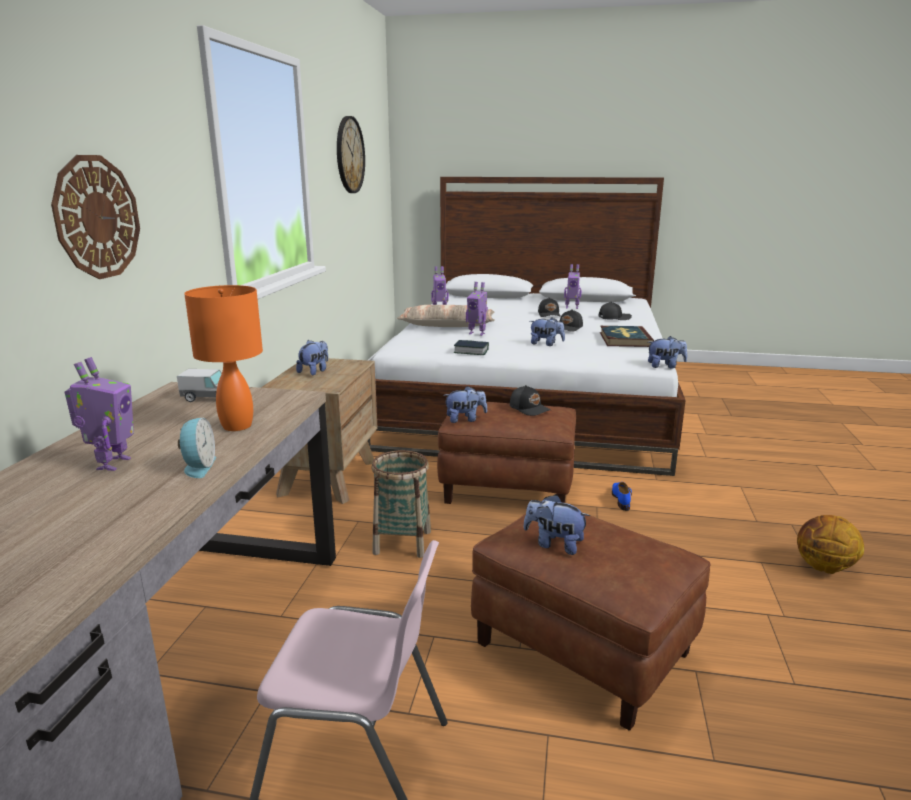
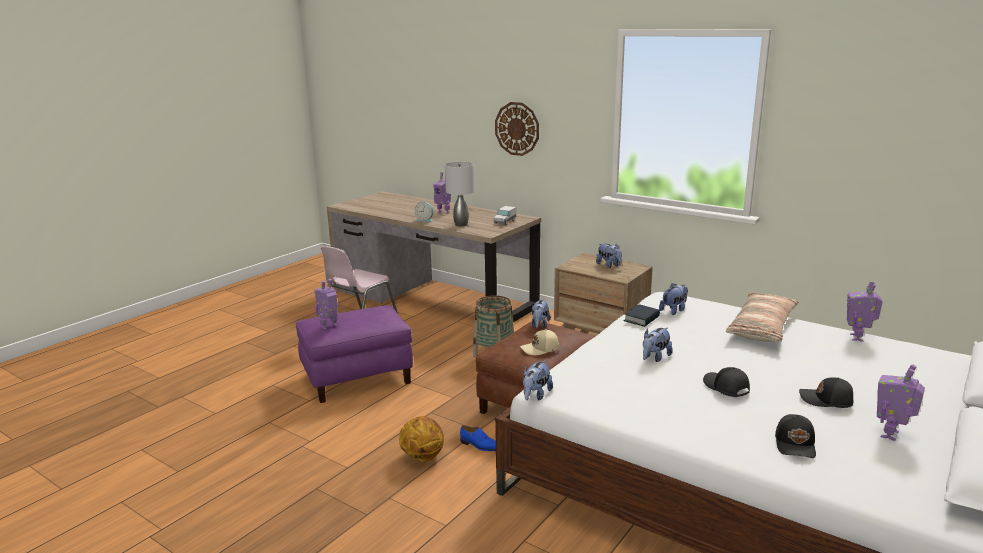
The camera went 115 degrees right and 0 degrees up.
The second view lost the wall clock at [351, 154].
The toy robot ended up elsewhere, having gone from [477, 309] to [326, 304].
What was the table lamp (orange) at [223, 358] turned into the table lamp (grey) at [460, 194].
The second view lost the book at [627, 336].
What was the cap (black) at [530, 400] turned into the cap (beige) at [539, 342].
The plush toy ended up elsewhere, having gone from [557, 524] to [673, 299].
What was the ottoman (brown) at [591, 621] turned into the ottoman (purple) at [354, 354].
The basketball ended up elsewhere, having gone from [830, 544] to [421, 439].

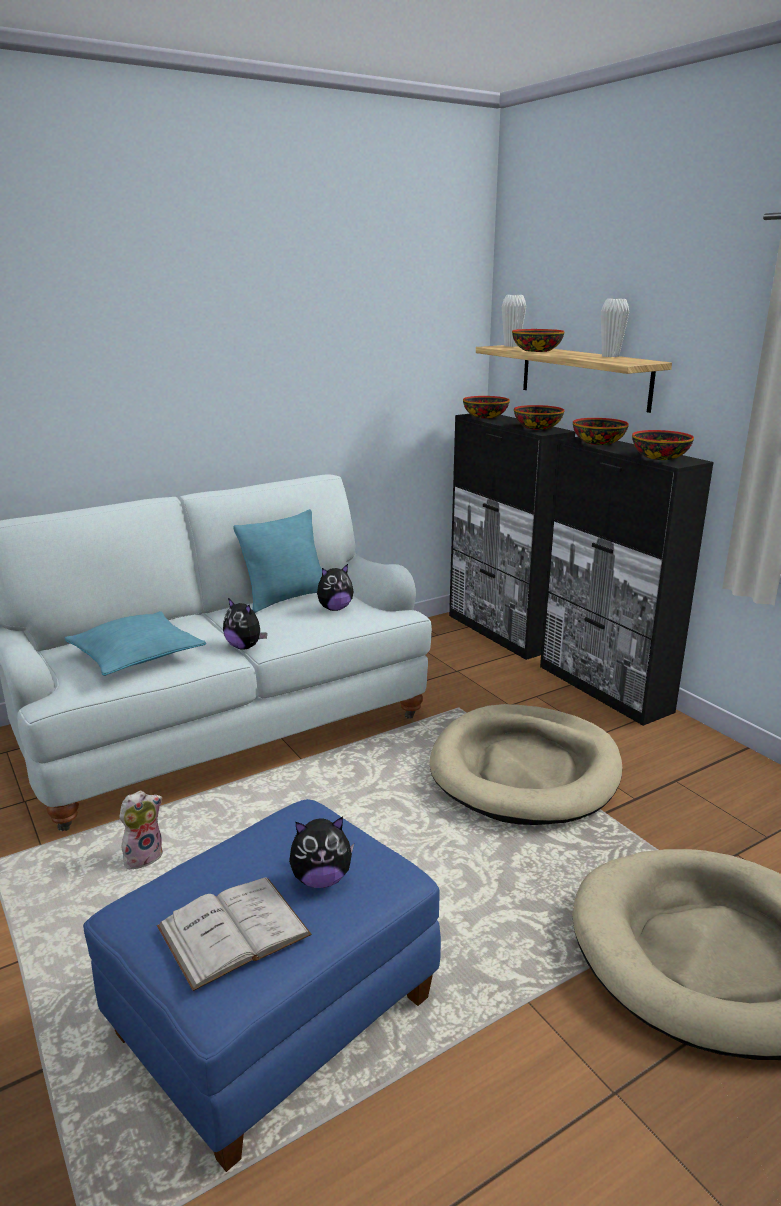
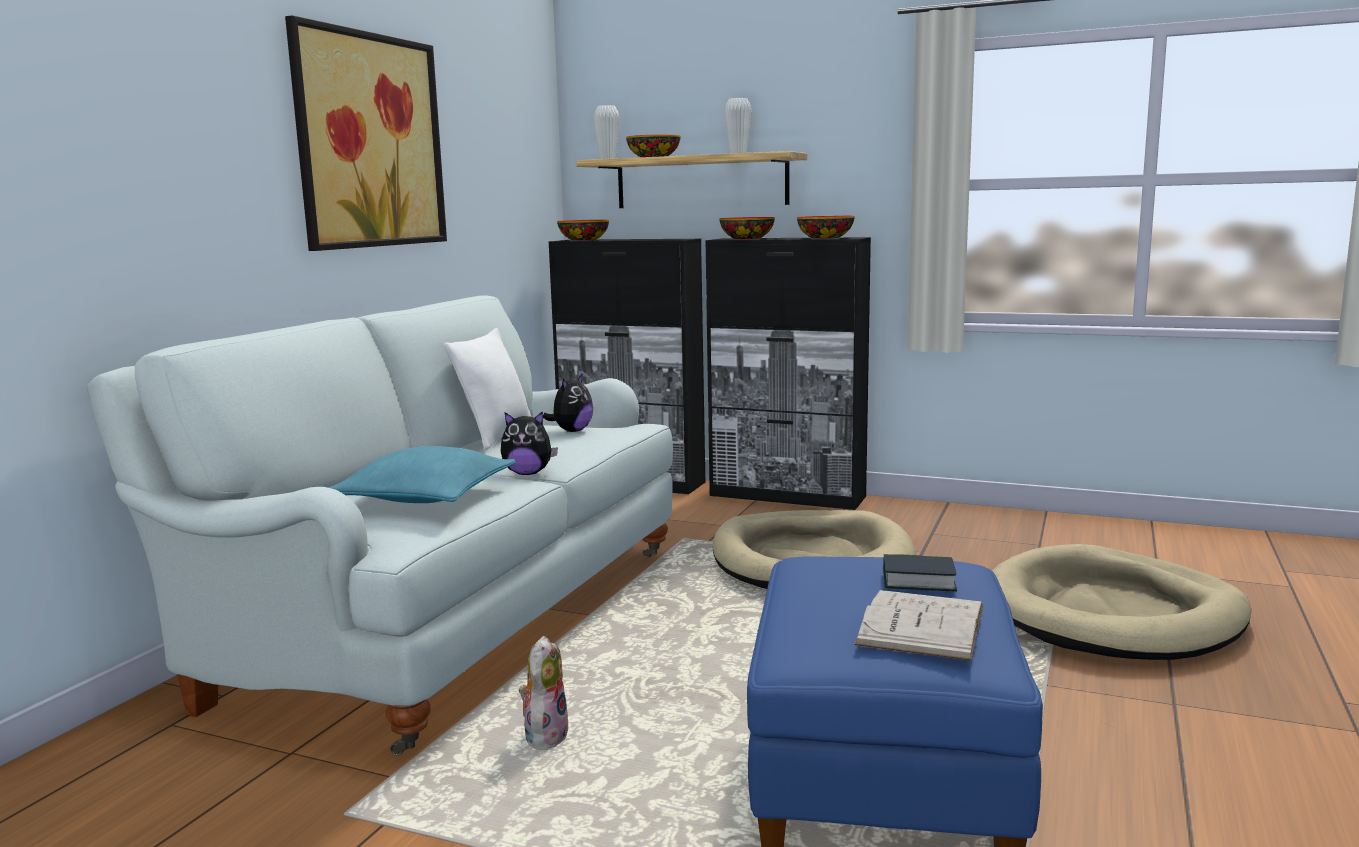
The camera went 35 degrees left and 10 degrees down.
The second view lost the bowl at [539, 417].
What was the pillow (turquoise) at [277, 561] turned into the pillow (white) at [488, 389].
Where the plush toy stood at [321, 852], the book came to stand at [920, 573].
The second view gained the picture at [366, 133].

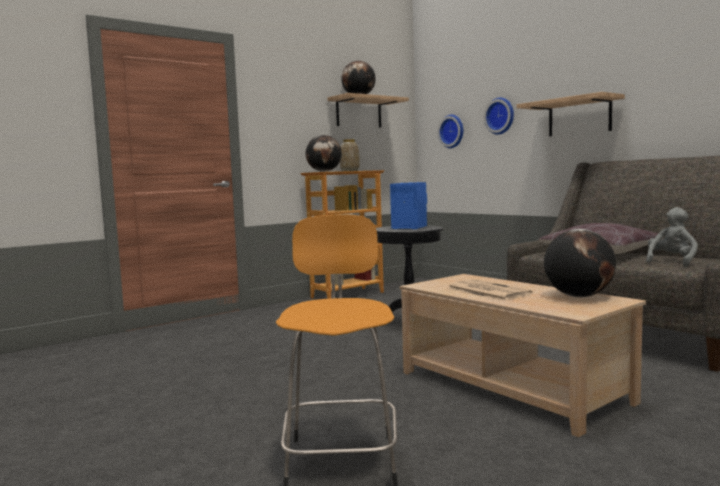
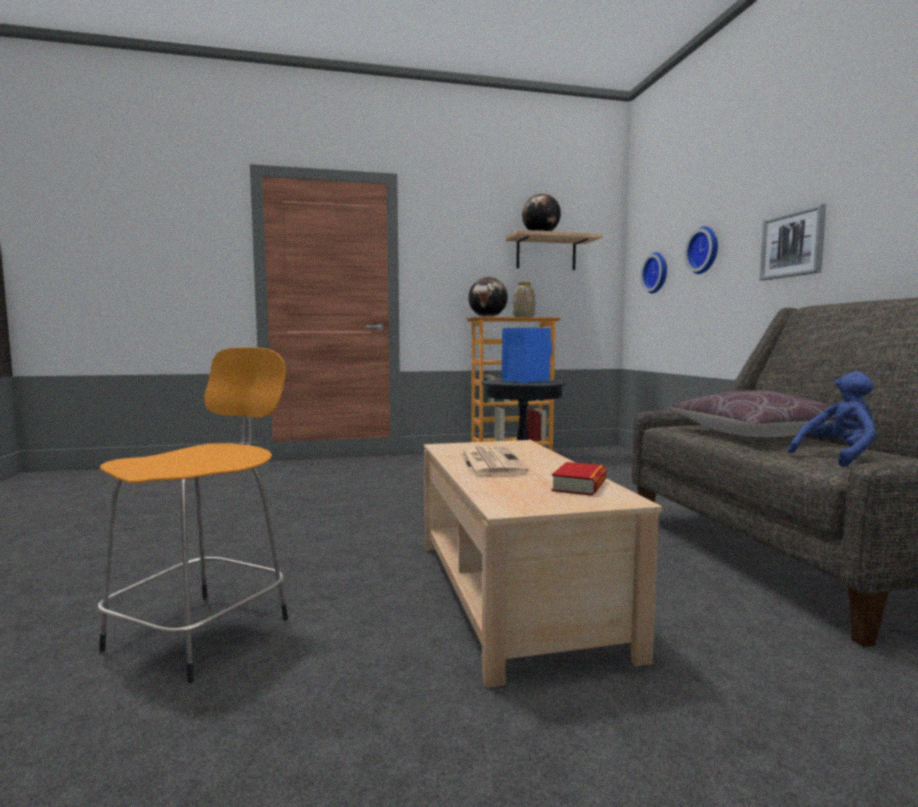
The camera went 25 degrees right and 0 degrees up.
Where the shelf hung at [571, 114], the picture came to hang at [793, 242].
What was the plush toy (grey) at [672, 237] turned into the plush toy (blue) at [832, 419].
Where the globe stood at [580, 263], the book came to stand at [579, 479].

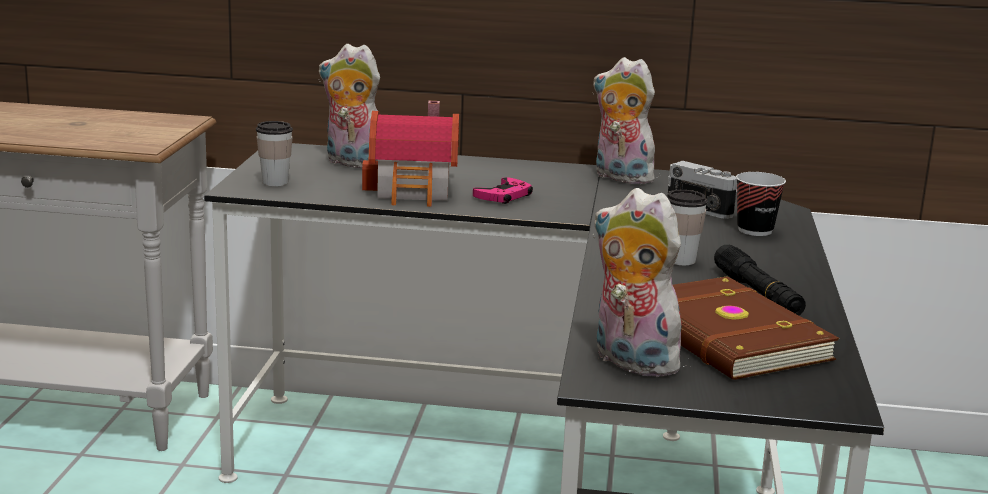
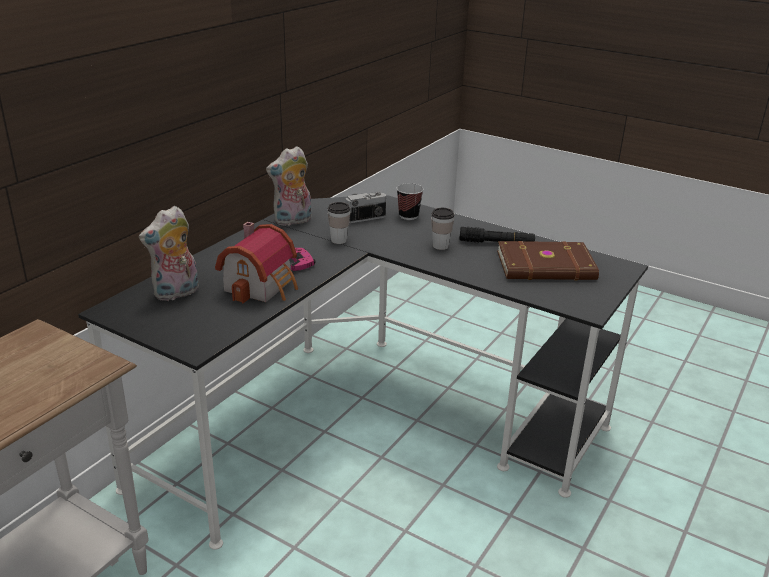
The camera went 65 degrees left and 10 degrees up.
The cup ended up elsewhere, having gone from [274, 153] to [339, 223].
The second view lost the plush toy at [642, 282].

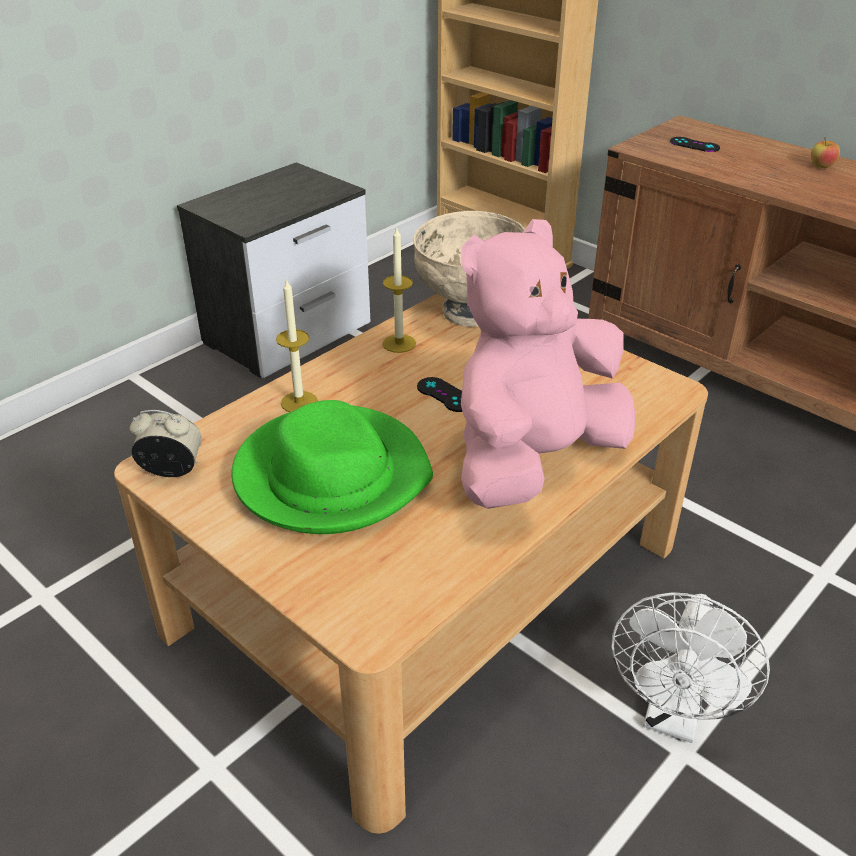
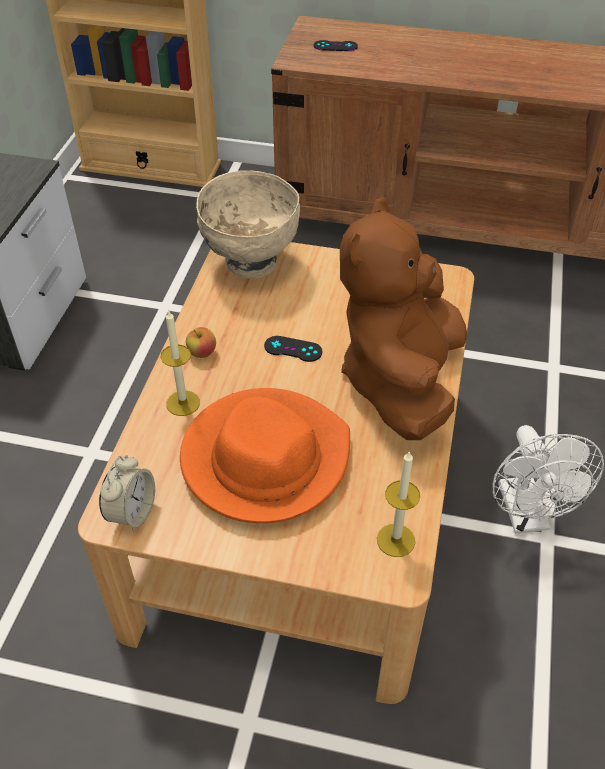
The camera went 30 degrees left and 10 degrees up.
The apple ended up elsewhere, having gone from [825, 152] to [201, 342].
What was the plush toy (pink) at [548, 364] turned into the plush toy (brown) at [403, 318].
The candle ended up elsewhere, having gone from [399, 289] to [398, 503].
What was the hat (green) at [332, 467] turned into the hat (orange) at [265, 455].
The alarm clock at [165, 443] ended up facing another way, 135 degrees clockwise from before.

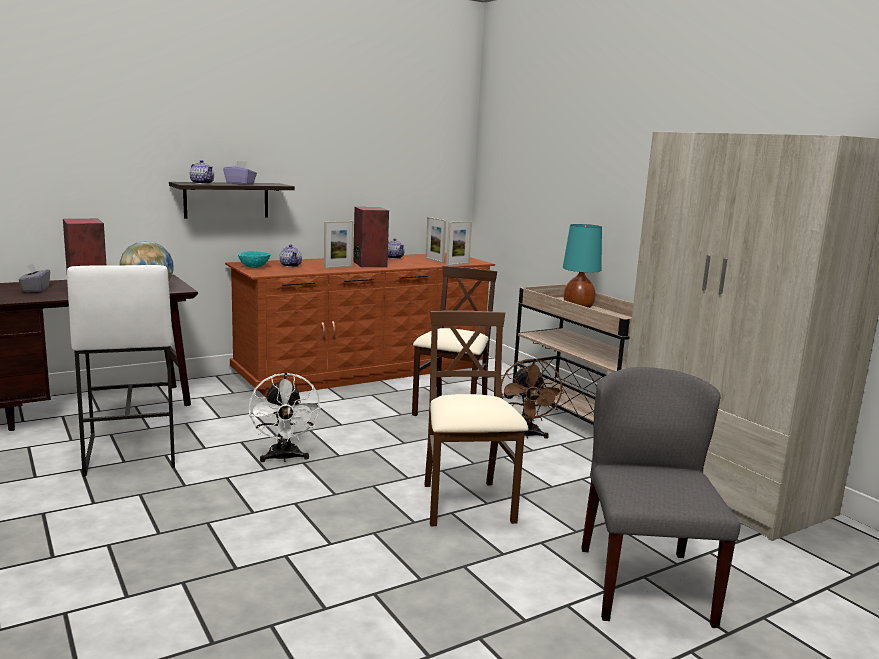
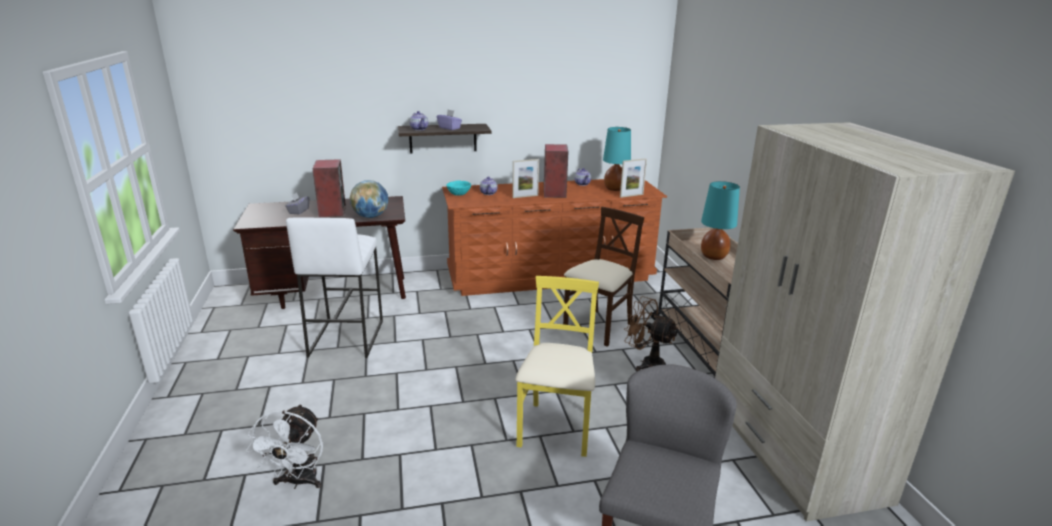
The camera went 20 degrees right and 10 degrees up.
Where the picture frame stood at [435, 240], the table lamp (turquoise) came to stand at [617, 159].
What was the chair (brown) at [476, 418] turned into the chair (yellow) at [557, 366].
The fan (brown) at [532, 398] ended up facing another way, 105 degrees clockwise from before.
The fan (white) ended up elsewhere, having gone from [285, 417] to [284, 446].

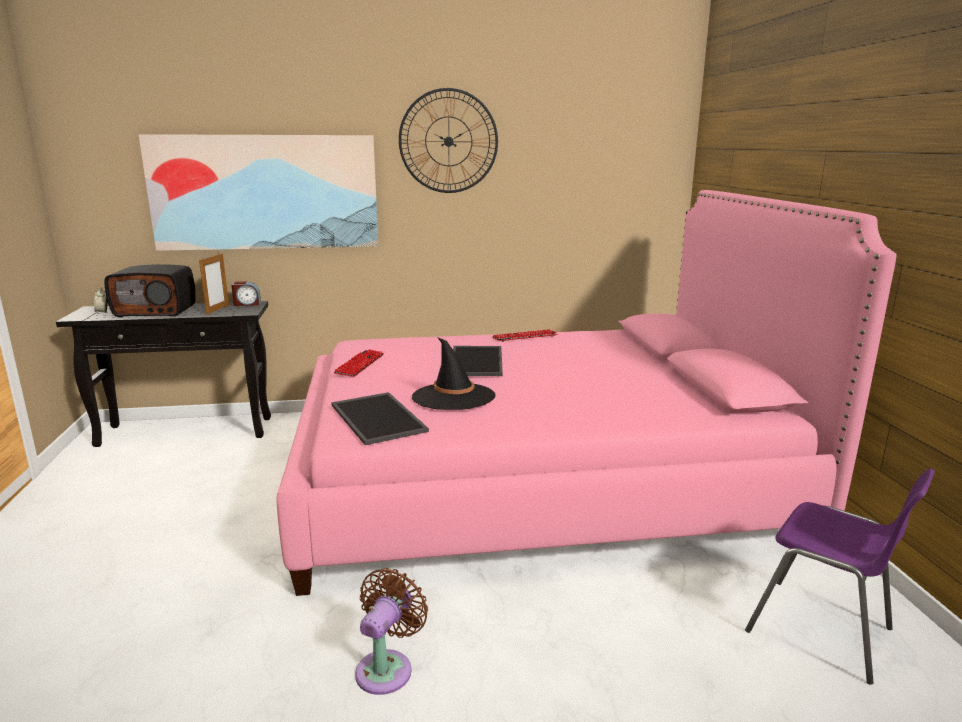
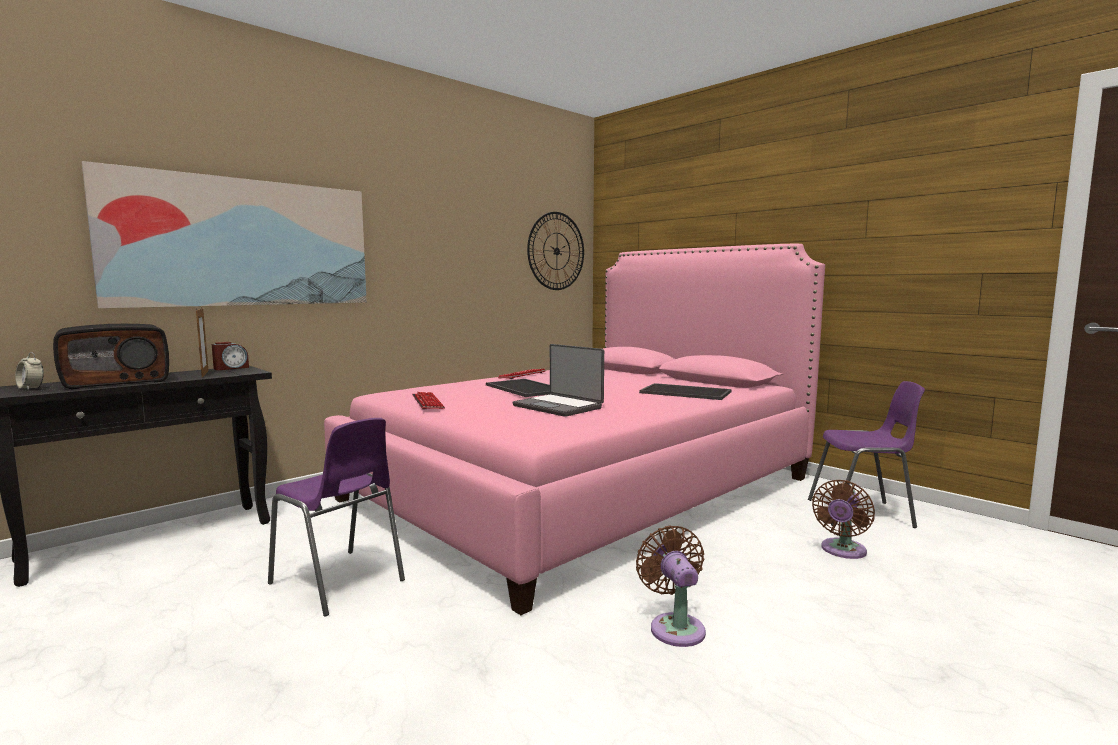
The camera went 35 degrees left and 10 degrees down.
The wall clock ended up elsewhere, having gone from [448, 140] to [555, 251].
Where the hat (black) stood at [454, 373], the laptop came to stand at [558, 380].
The tray ended up elsewhere, having gone from [380, 418] to [685, 391].
The second view gained the chair (purple) at [336, 517].
The second view gained the fan (brown) at [843, 519].

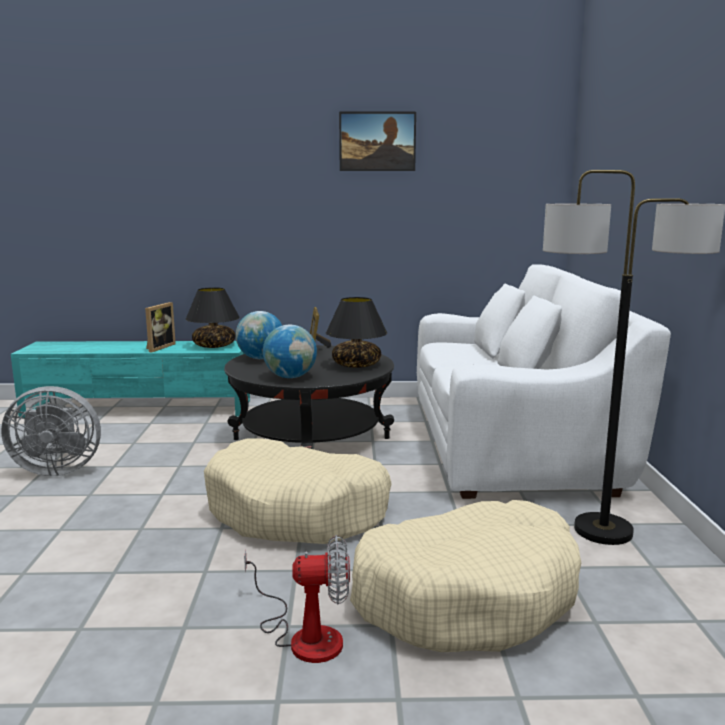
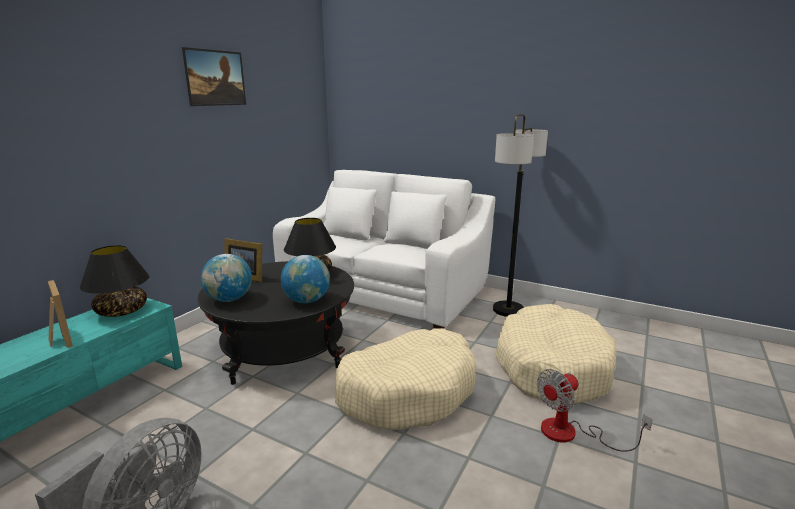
The camera went 60 degrees left and 5 degrees up.
The fan at [297, 599] ended up facing another way, 150 degrees counterclockwise from before.

